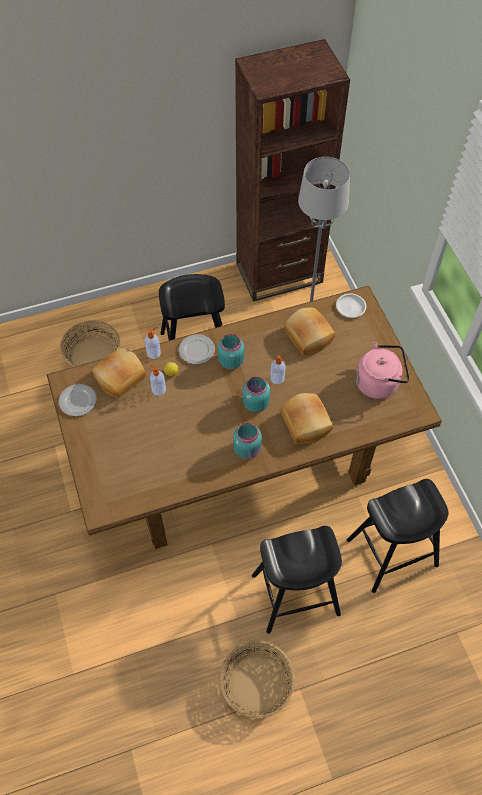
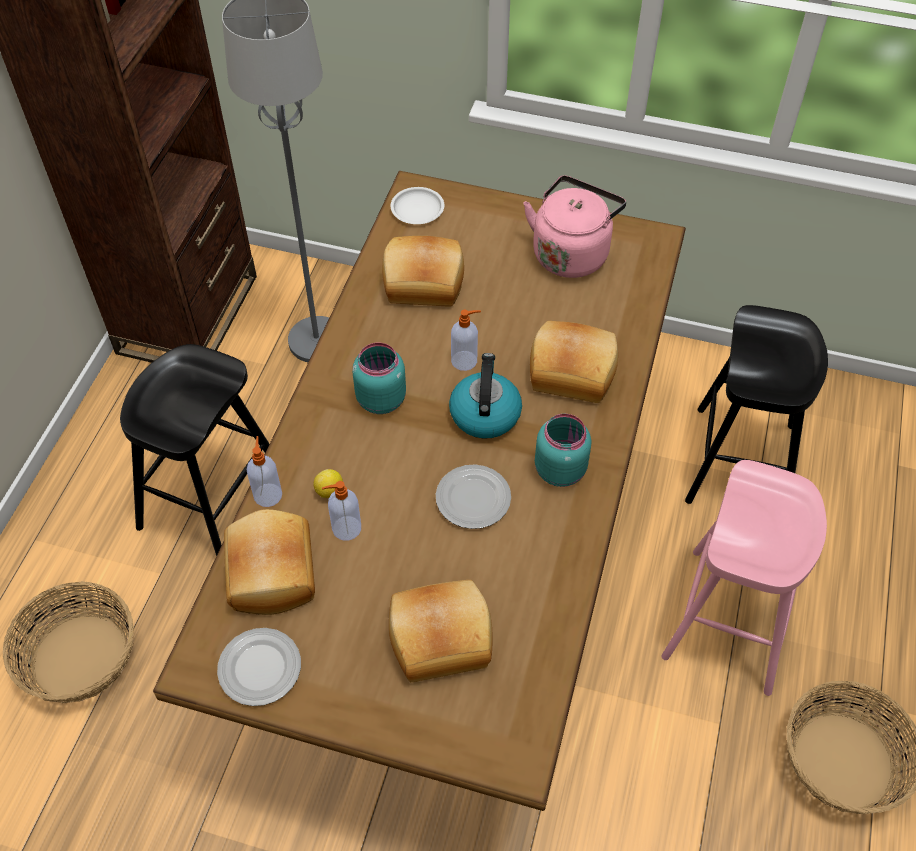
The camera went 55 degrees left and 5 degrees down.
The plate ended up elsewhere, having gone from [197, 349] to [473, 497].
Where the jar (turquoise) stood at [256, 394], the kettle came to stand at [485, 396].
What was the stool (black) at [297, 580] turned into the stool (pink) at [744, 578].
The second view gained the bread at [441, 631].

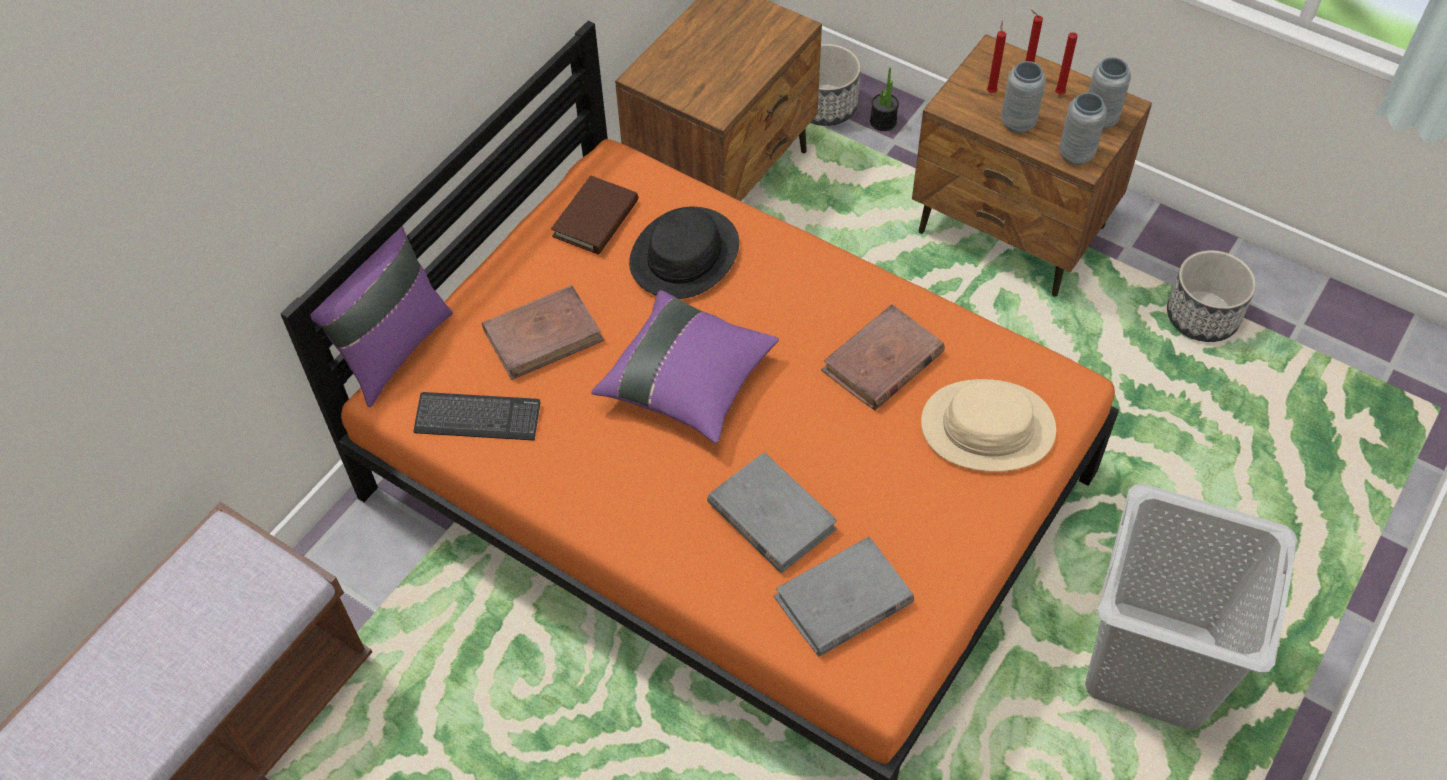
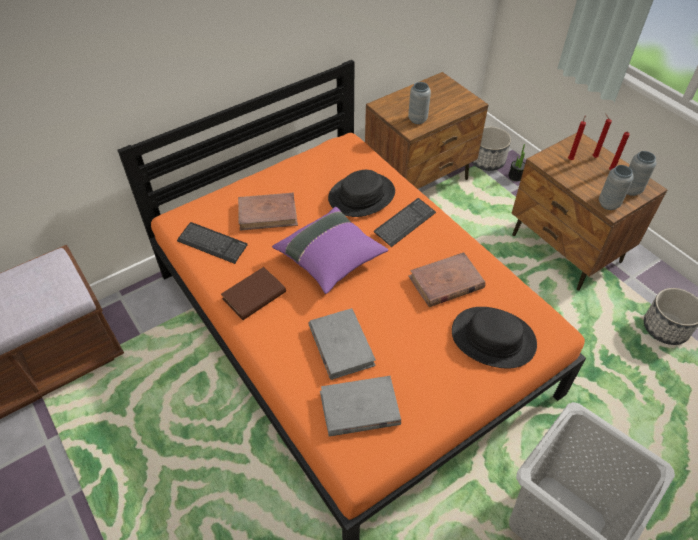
The camera went 20 degrees right and 5 degrees down.
The vase (grey) ended up elsewhere, having gone from [1023, 97] to [419, 103].
The book (brown) ended up elsewhere, having gone from [594, 215] to [253, 293].
The second view lost the pillow (purple) at [381, 316].
What was the hat (beige) at [988, 425] turned into the hat (black) at [494, 337].
The second view gained the keyboard at [405, 222].

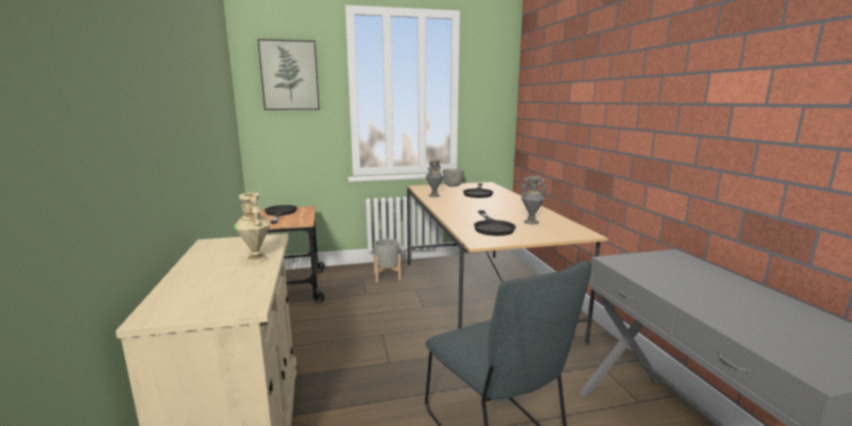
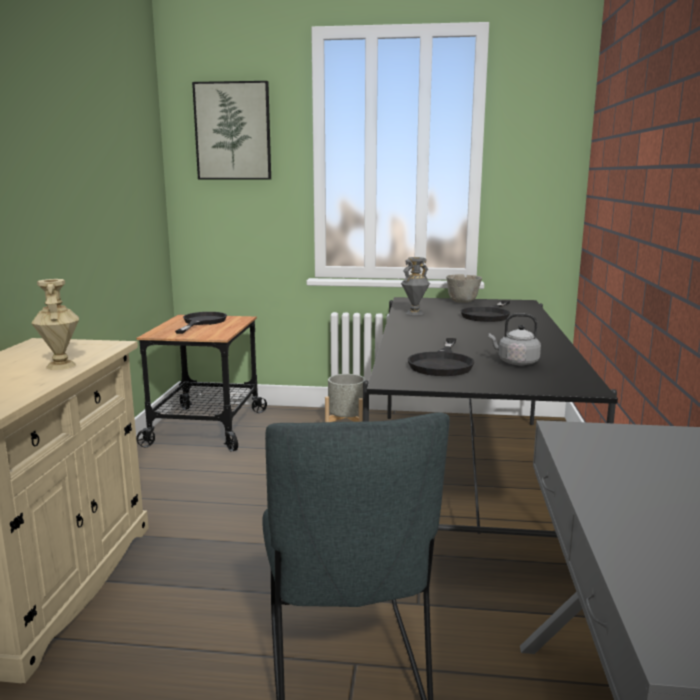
The camera went 20 degrees right and 0 degrees up.
Where the vase (grey) stood at [533, 200], the kettle (grey) came to stand at [514, 339].
What was the dining table (beige) at [507, 263] turned into the dining table (black) at [490, 417].

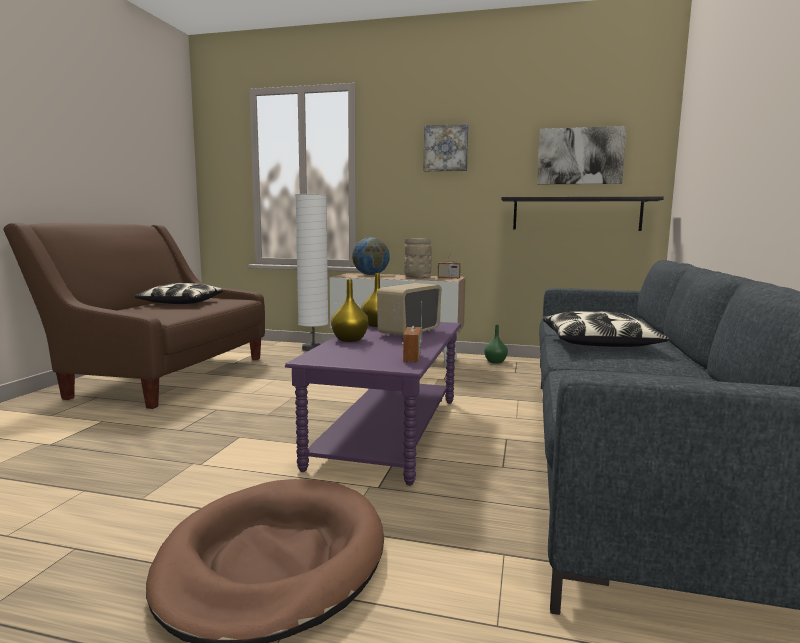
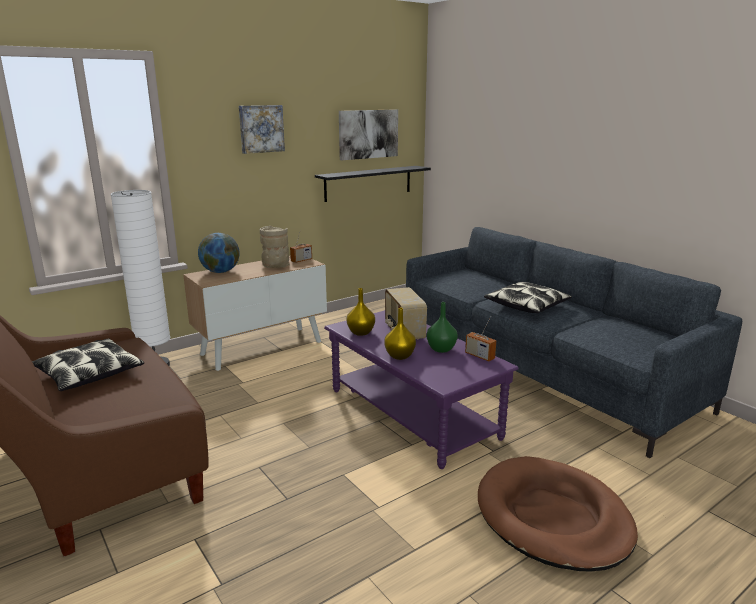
The camera went 50 degrees left and 10 degrees up.
The vase (green) ended up elsewhere, having gone from [496, 344] to [442, 327].

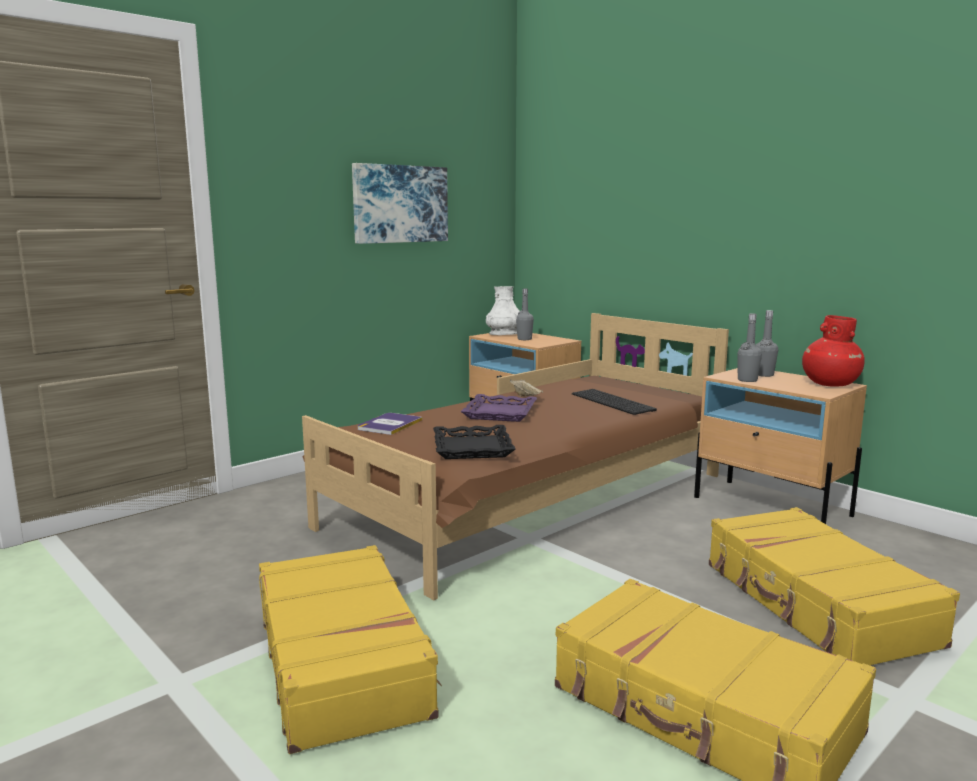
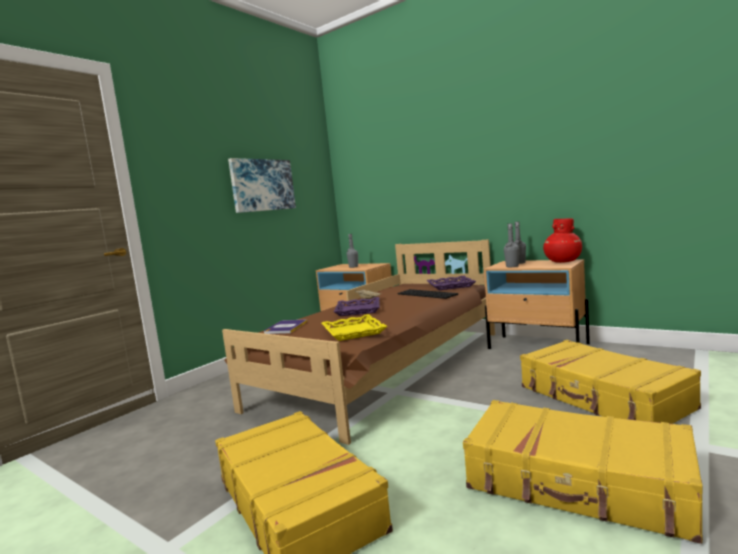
The camera went 10 degrees left and 5 degrees down.
The second view lost the vase (white) at [502, 310].
What was the tray (black) at [474, 442] turned into the tray (yellow) at [354, 327].
The second view gained the tray (purple) at [451, 283].

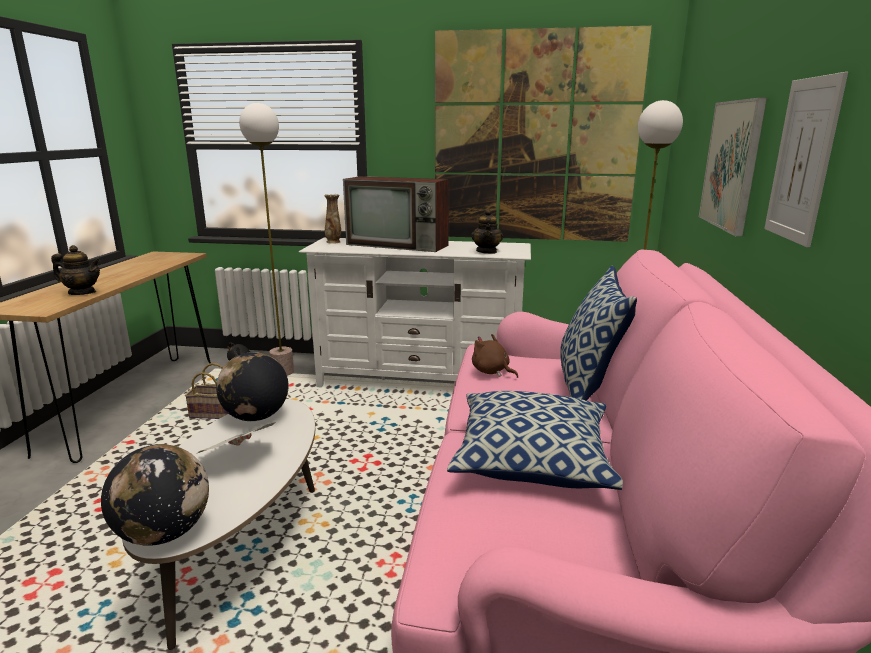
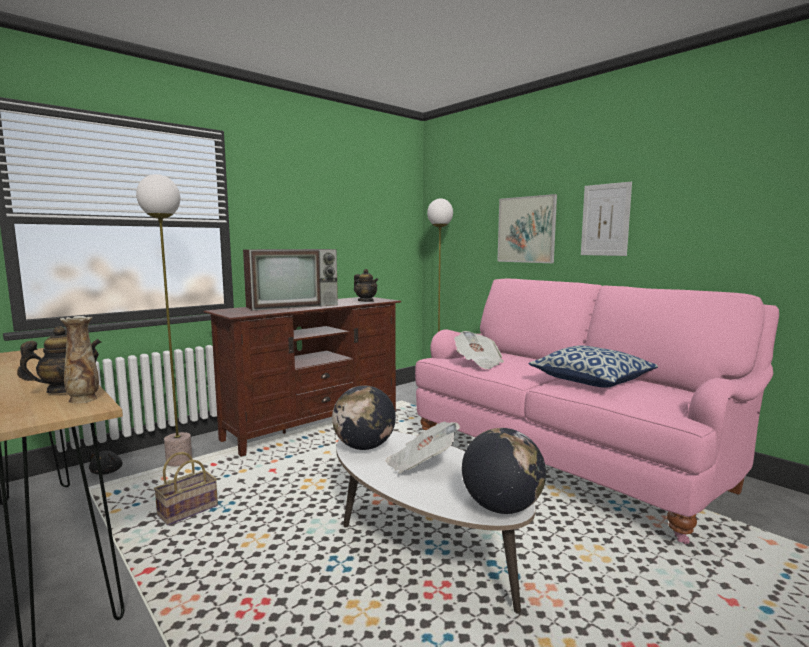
The camera went 50 degrees left and 10 degrees down.
The second view lost the picture at [543, 134].
The vase ended up elsewhere, having gone from [332, 219] to [79, 360].
What was the tv stand (white) at [415, 312] turned into the tv stand (brown) at [303, 377].
The second view lost the pillow at [598, 333].
Where the plush toy (brown) stood at [495, 356], the newspaper came to stand at [479, 350].

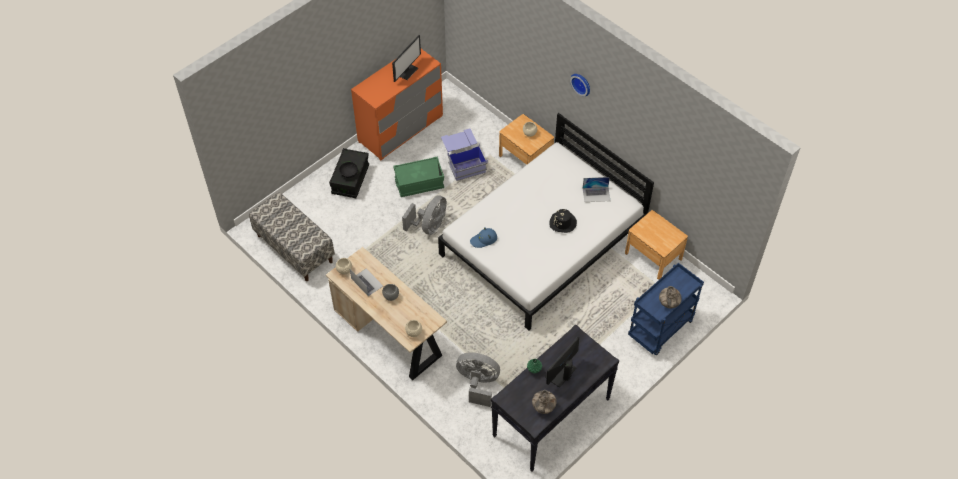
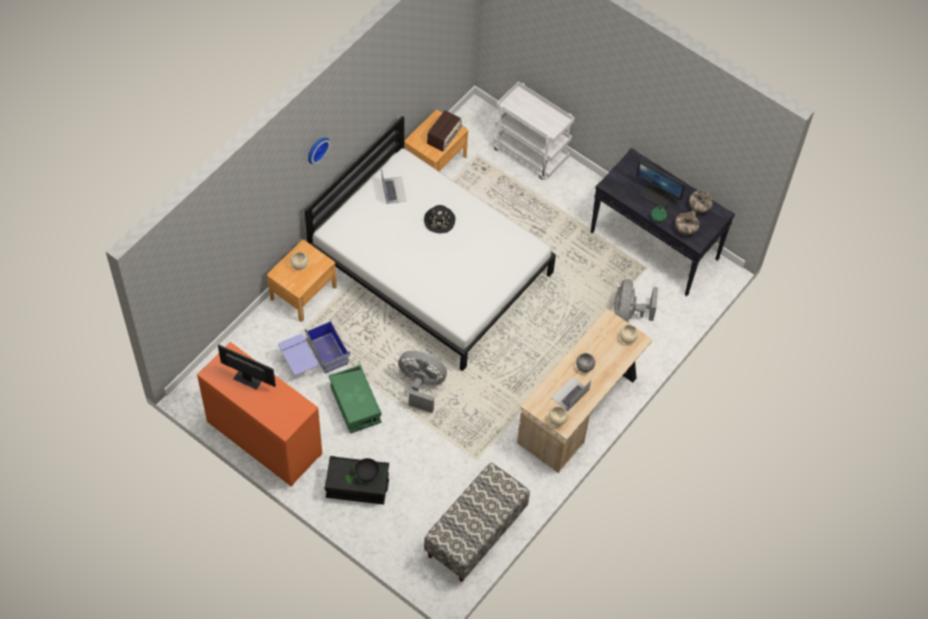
The camera went 100 degrees left and 5 degrees up.
The second view lost the hat (blue) at [483, 237].
What was the cart (blue) at [666, 309] turned into the cart (white) at [534, 130].
The vase ended up elsewhere, having gone from [670, 297] to [687, 223].
The second view gained the radio at [444, 131].

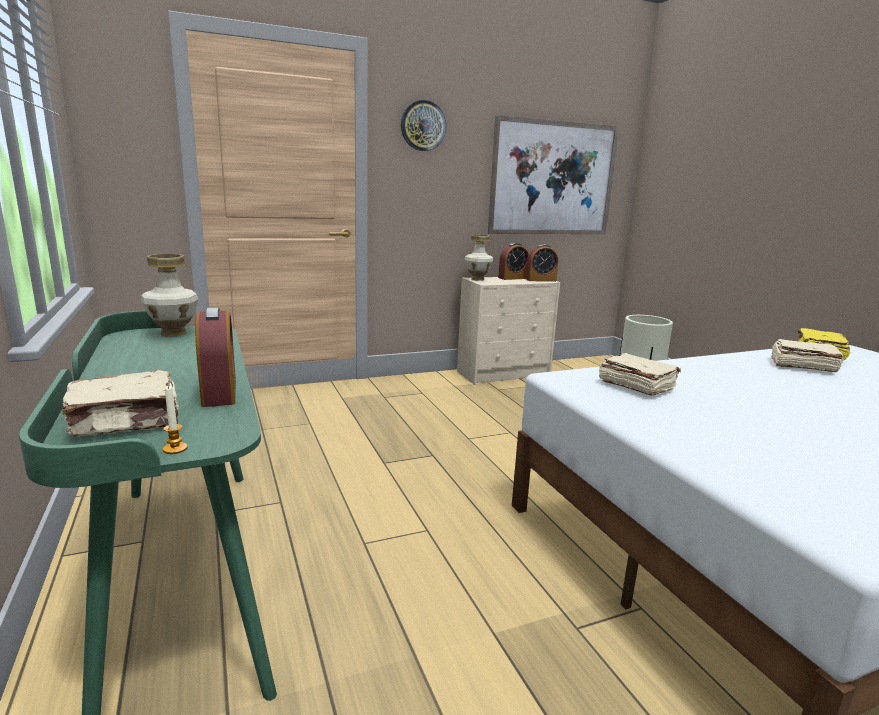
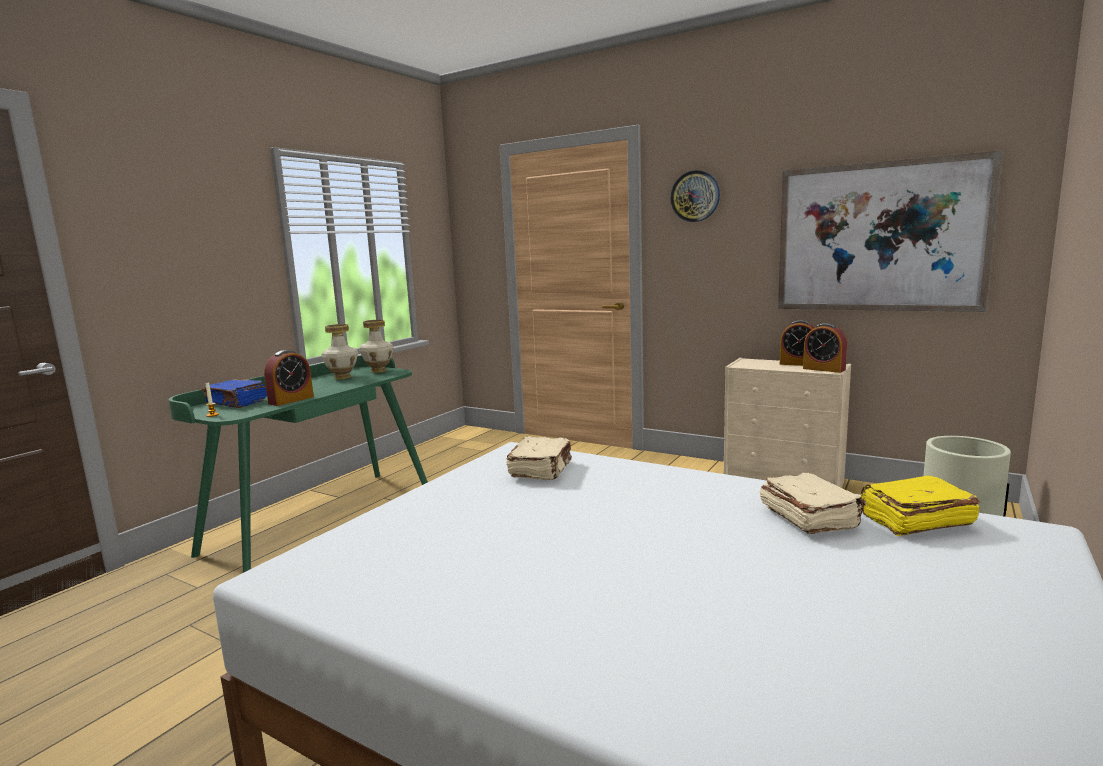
The camera went 55 degrees right and 5 degrees down.
The vase ended up elsewhere, having gone from [479, 257] to [339, 351].
What was the book (beige) at [120, 403] turned into the book (blue) at [234, 393].

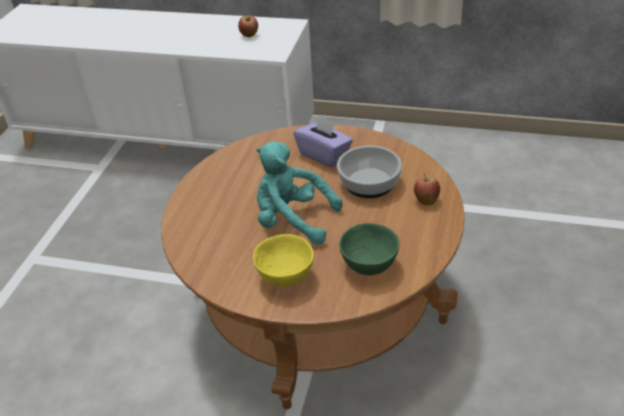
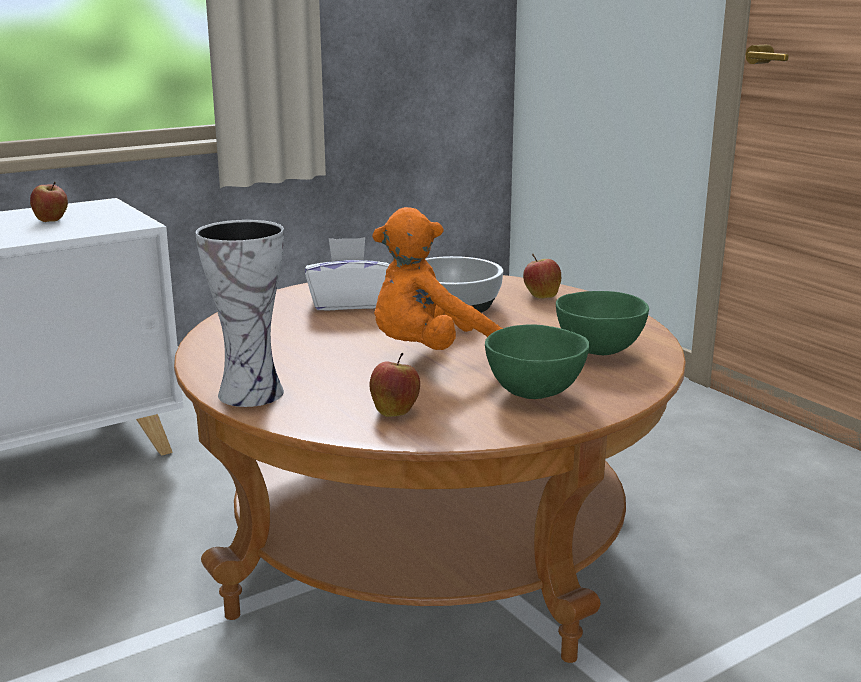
The camera went 50 degrees left and 20 degrees down.
What was the tissue box (purple) at [323, 141] turned into the tissue box (white) at [347, 274].
What was the plush toy (turquoise) at [299, 193] turned into the plush toy (orange) at [437, 278].
What was the bowl (yellow) at [283, 260] turned into the bowl (green) at [537, 362].
The second view gained the vase at [239, 313].
The second view gained the apple at [394, 385].

